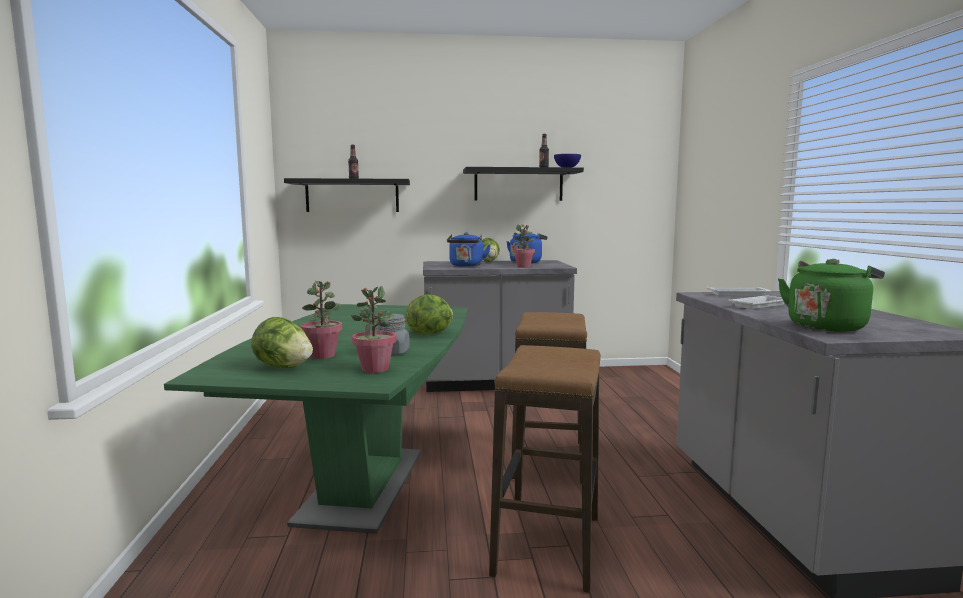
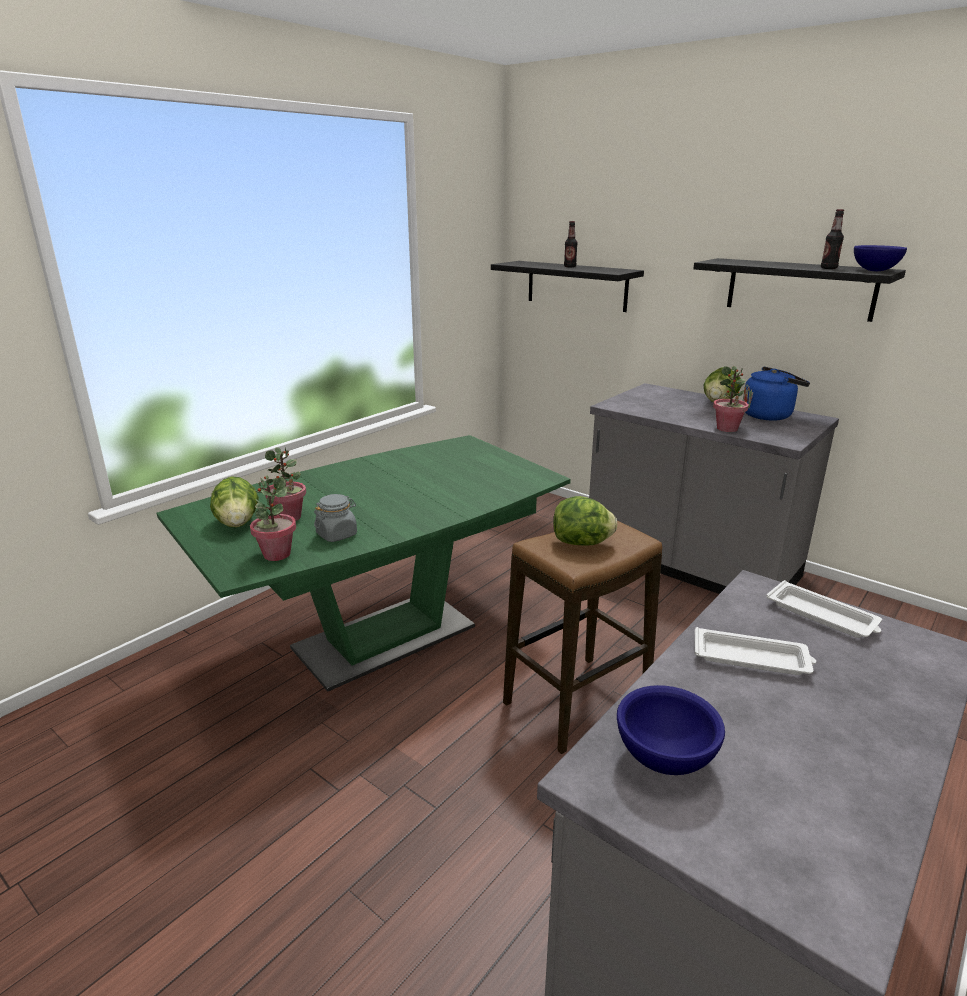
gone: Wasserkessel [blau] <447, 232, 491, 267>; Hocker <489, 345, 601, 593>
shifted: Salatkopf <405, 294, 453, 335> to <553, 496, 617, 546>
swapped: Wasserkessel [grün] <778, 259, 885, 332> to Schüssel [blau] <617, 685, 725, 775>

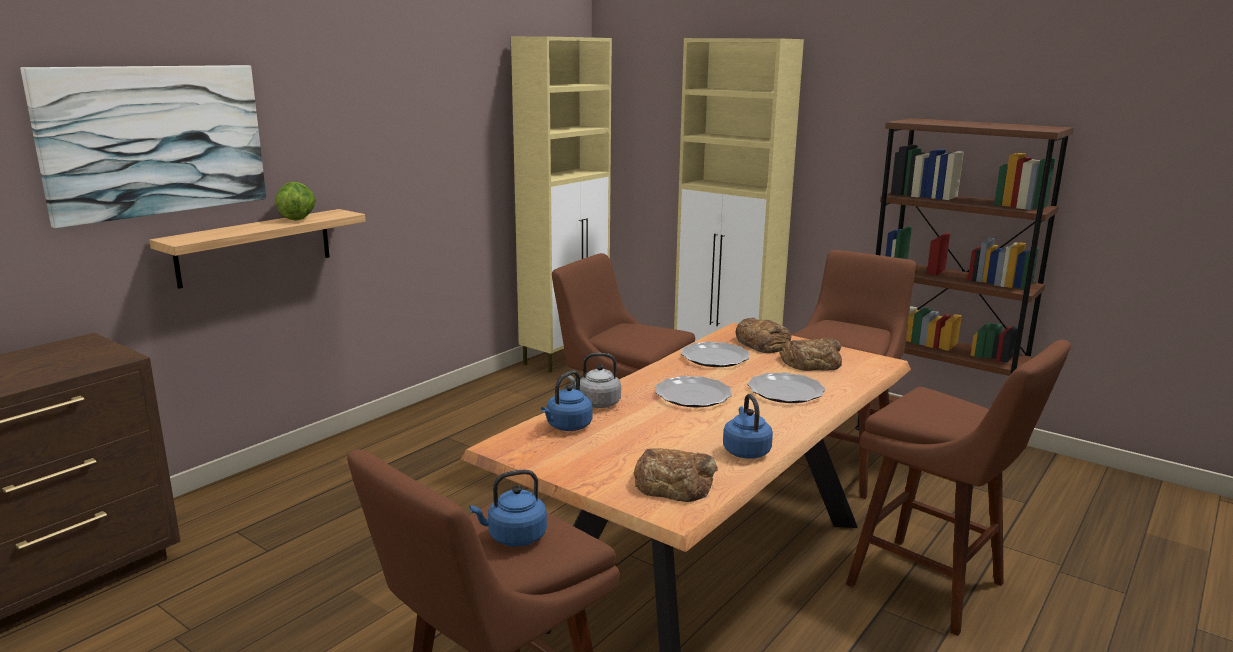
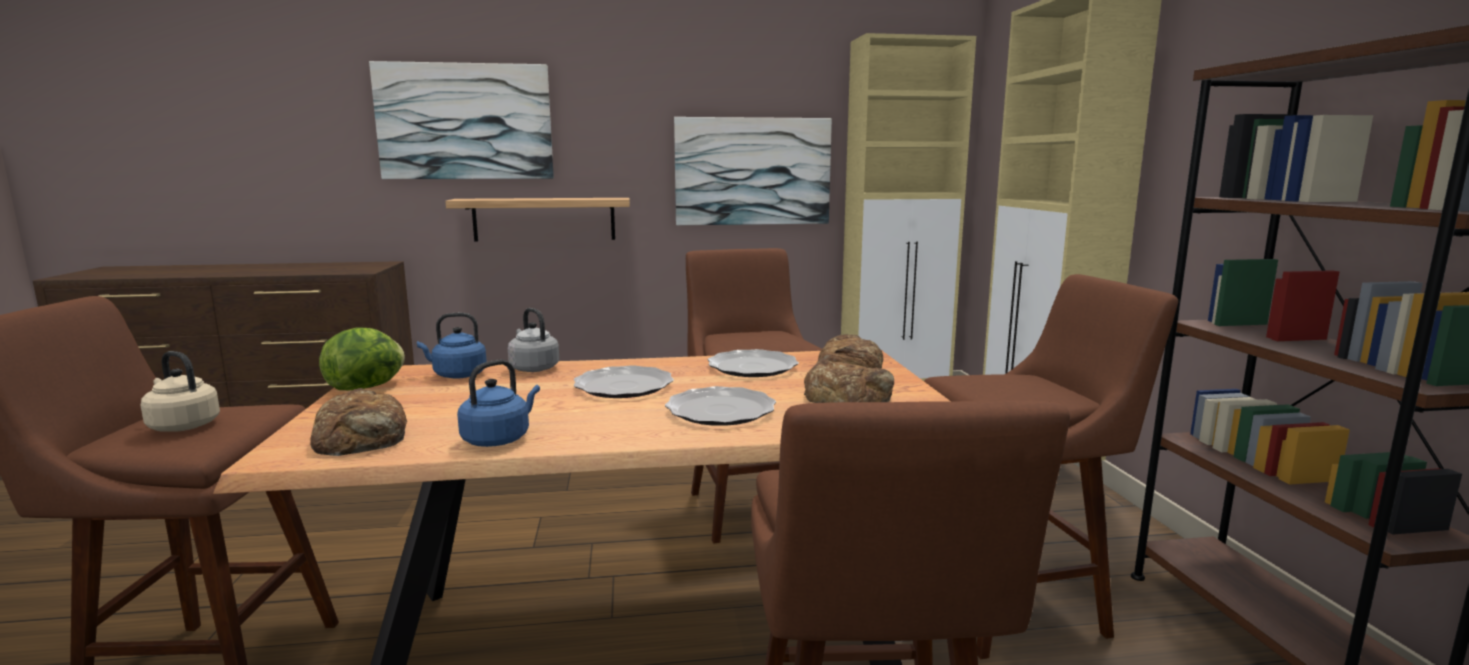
new: Bild <674, 117, 832, 225>
shifted: Salatkopf <275, 182, 316, 221> to <319, 328, 405, 390>
repainted: Wasserkessel [blau] <470, 470, 547, 547> to Wasserkessel [beige] <140, 351, 220, 432>

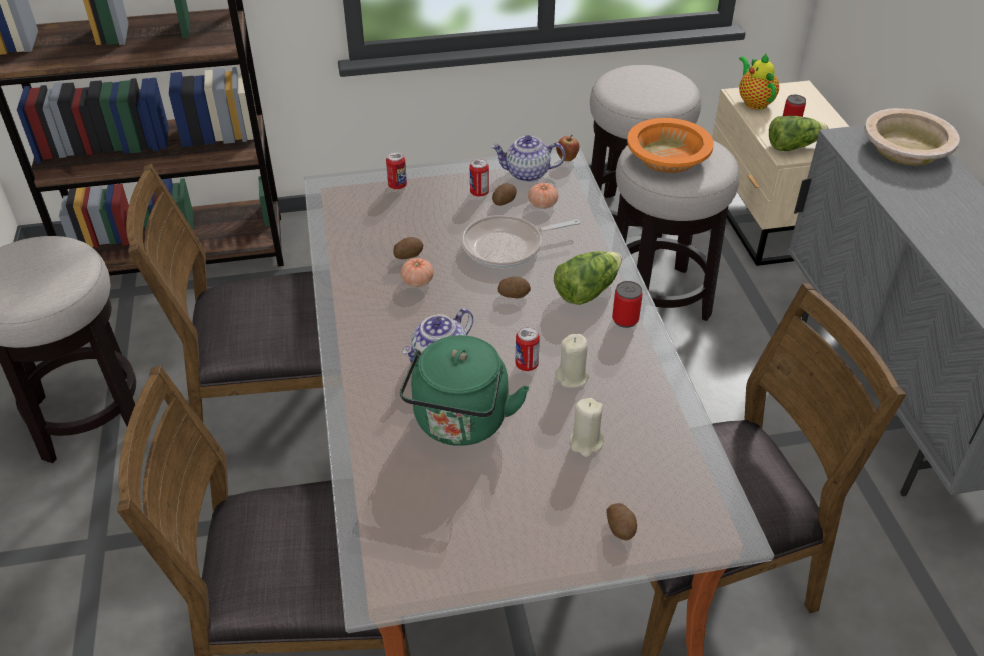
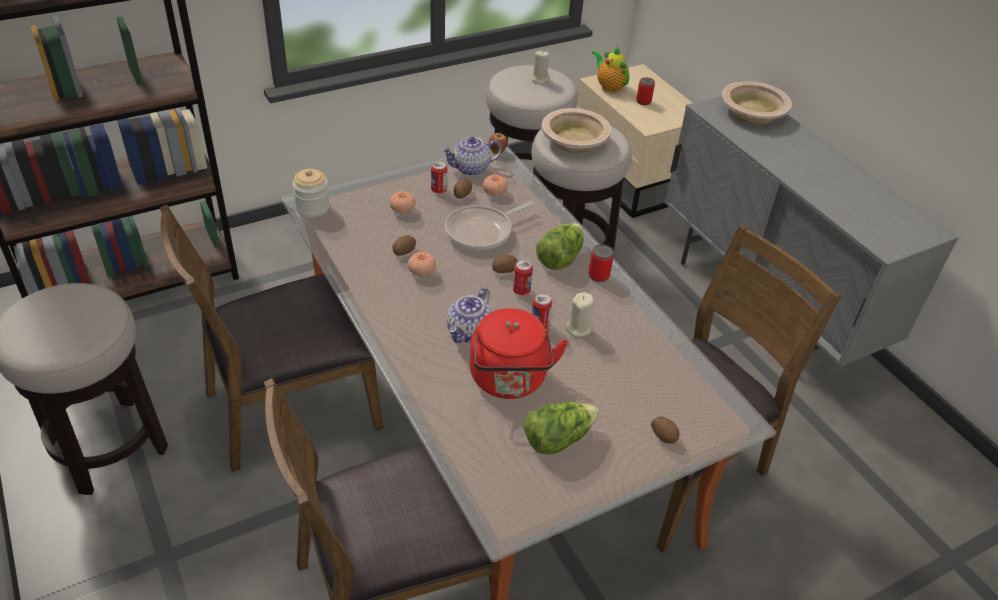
new: Vorratsglas <292, 169, 330, 218>; Tomate <390, 191, 416, 214>
shifted: Dose <386, 152, 407, 190> to <513, 260, 533, 295>; Kerze [beige] <570, 398, 604, 457> to <531, 50, 549, 84>; Salatkopf <769, 116, 829, 151> to <524, 402, 599, 455>
repainted: Wasserkessel [grün] <400, 335, 529, 446> to Wasserkessel [rot] <470, 308, 568, 399>; Schüssel [orange] <627, 118, 714, 173> to Schüssel [beige] <541, 108, 611, 153>

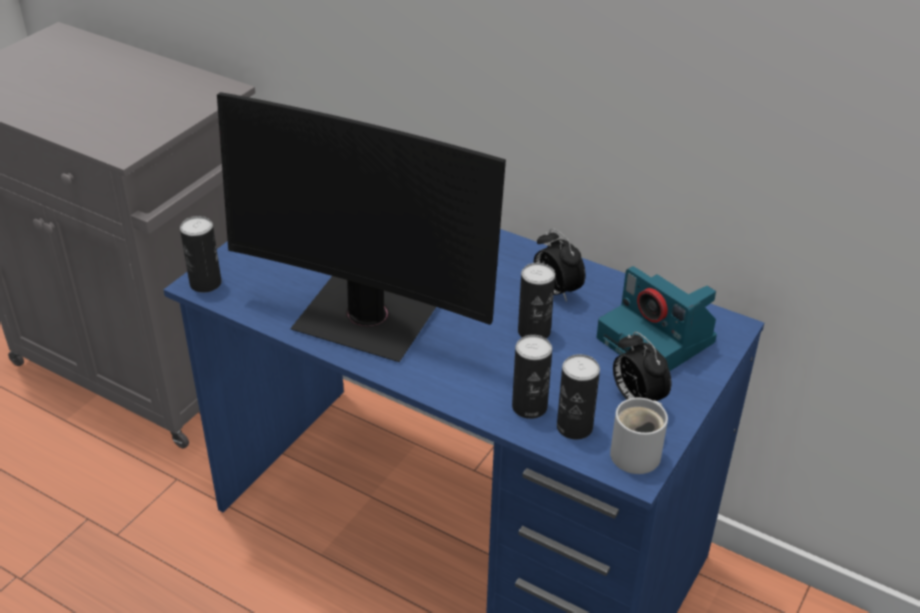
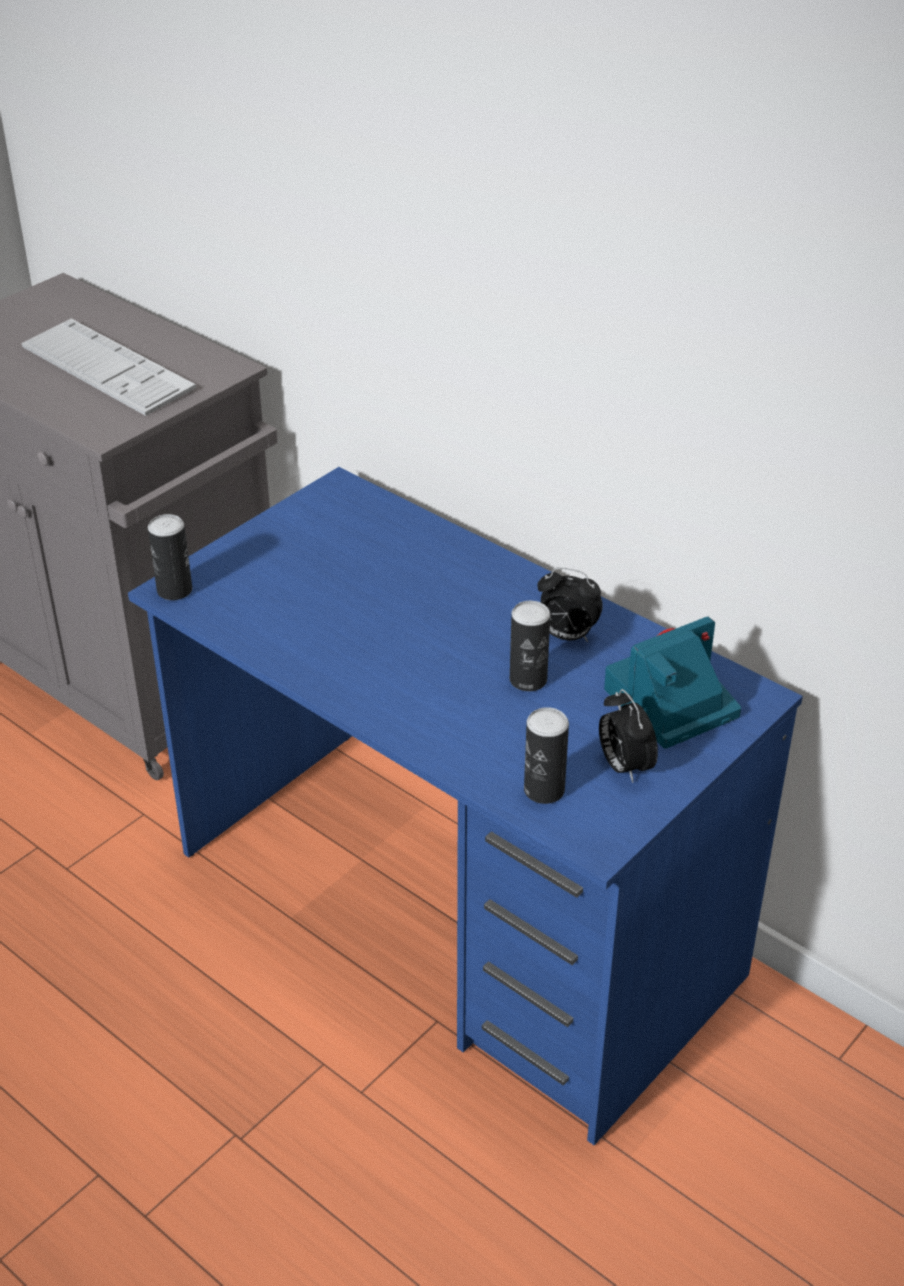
gone: Monitor <217, 92, 506, 362>; Dose <512, 335, 552, 419>; Henkelbecher [weiß] <610, 398, 668, 474>
new: Tastatur <21, 319, 196, 416>
rotated: Wecker <533, 228, 585, 302> = <537, 567, 603, 642> 45 degrees counterclockwise; Kamera <597, 266, 717, 371> = <604, 617, 741, 749> 90 degrees clockwise

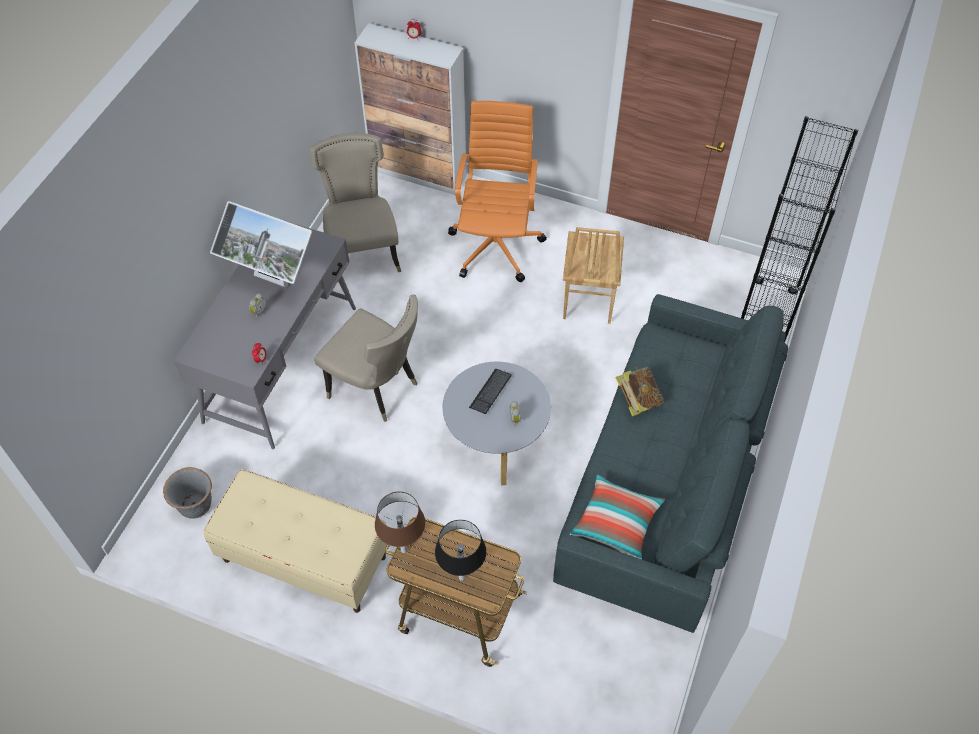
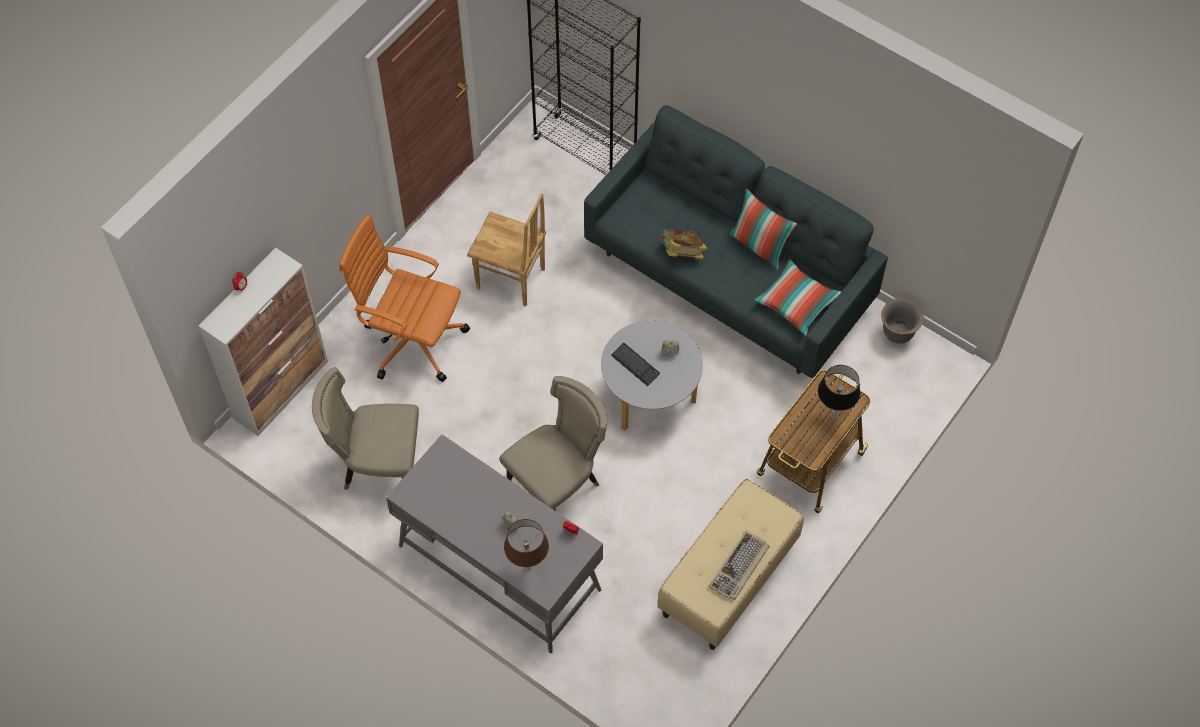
gone: Monitor <210, 201, 312, 287>
new: Tastatur <709, 530, 769, 600>; Kissen <729, 188, 797, 270>
shifted: Pflanzkübel [grau] <163, 467, 212, 519> to <881, 298, 924, 344>; Tischlampe [braun] <375, 492, 425, 553> to <504, 519, 549, 571>

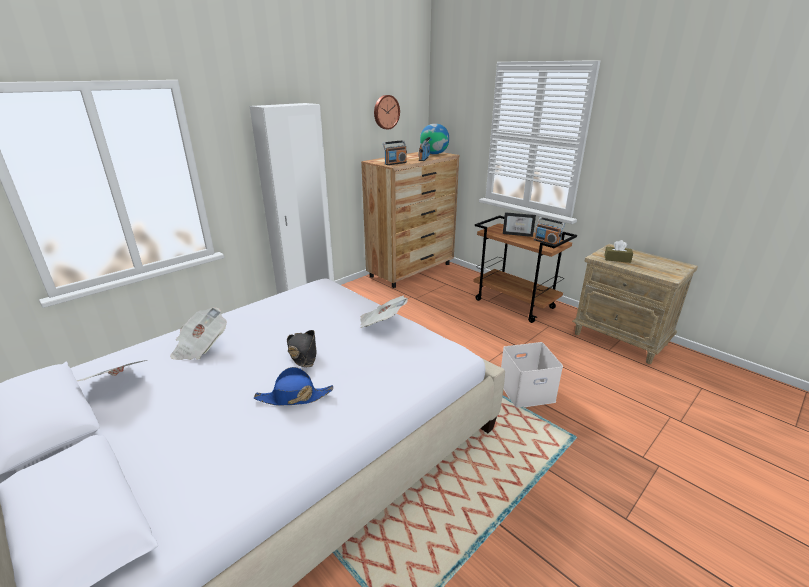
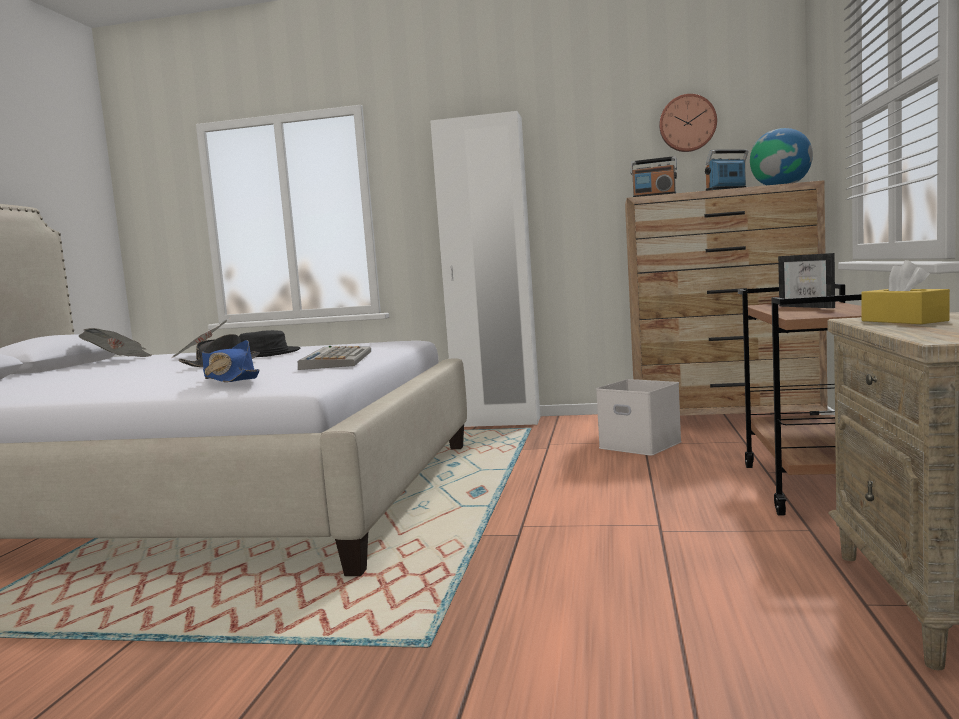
gone: Radio <534, 217, 565, 245>
new: Hut [schwarz] <239, 330, 300, 357>
shifted: Hut [blau] <254, 367, 333, 405> to <202, 340, 259, 382>; Aufbewahrungsbox [weiß] <501, 342, 563, 407> to <596, 379, 682, 456>
swapped: Zeitung <360, 296, 408, 328> to Tastatur <298, 346, 371, 370>
repainted: Taschentuchbox [braun] <604, 240, 633, 263> to Taschentuchbox [gelb] <861, 260, 950, 324>

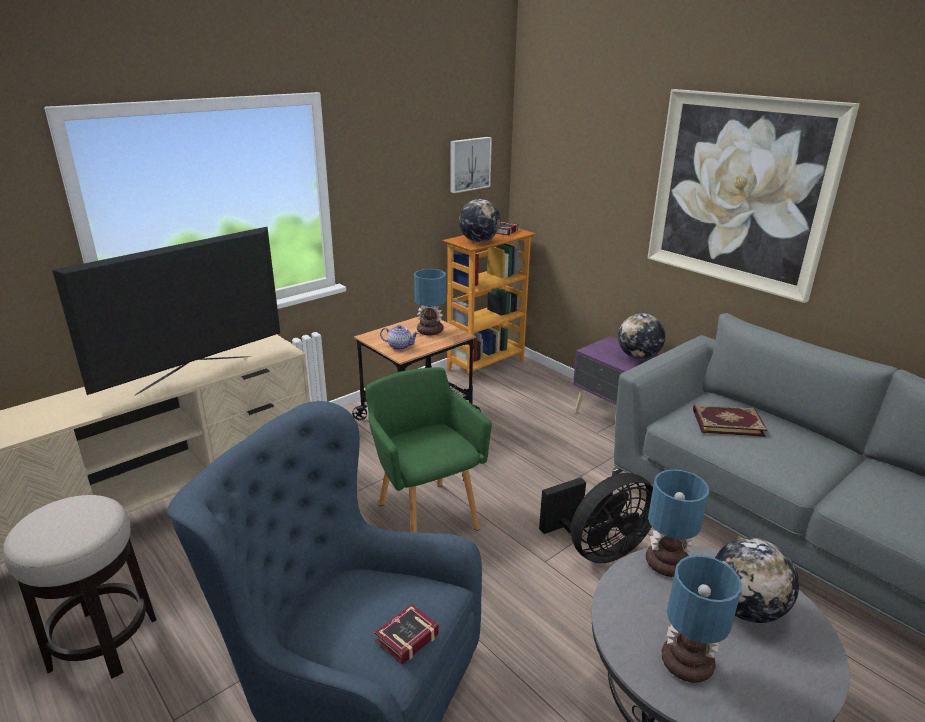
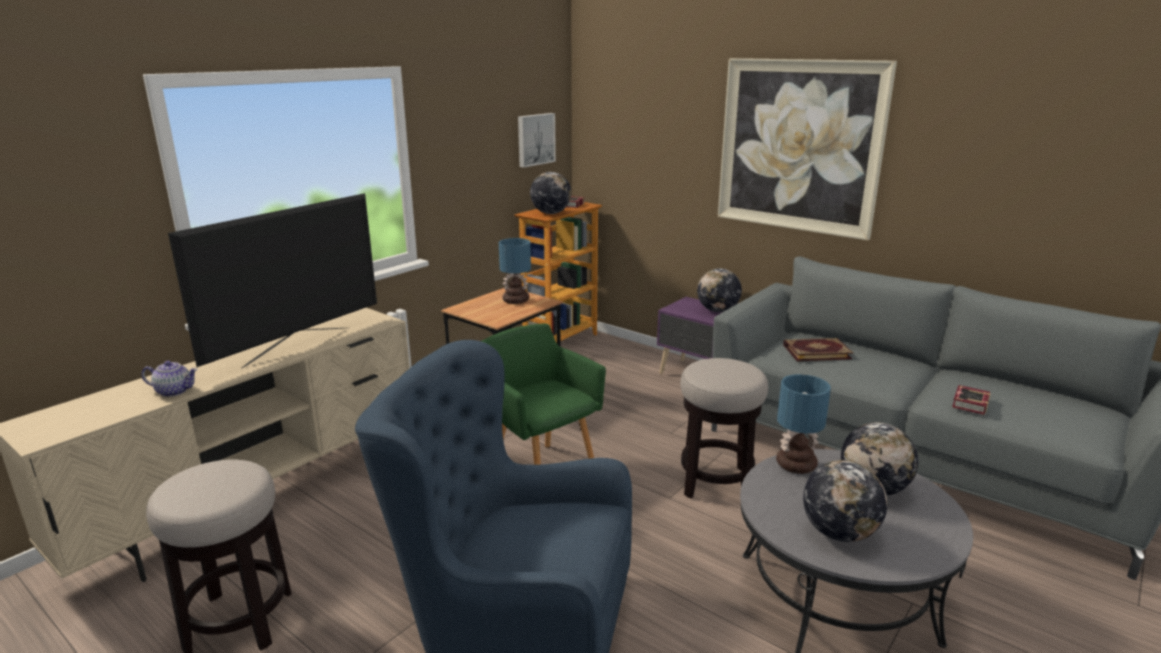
shifted: Buch <375, 604, 439, 664> to <952, 385, 991, 415>; Teekanne <380, 325, 419, 350> to <142, 361, 198, 397>
swapped: Ventilator [schwarz] <539, 473, 653, 564> to Hocker <680, 358, 768, 499>; Tischlampe <662, 555, 742, 683> to Globus <803, 460, 887, 542>

